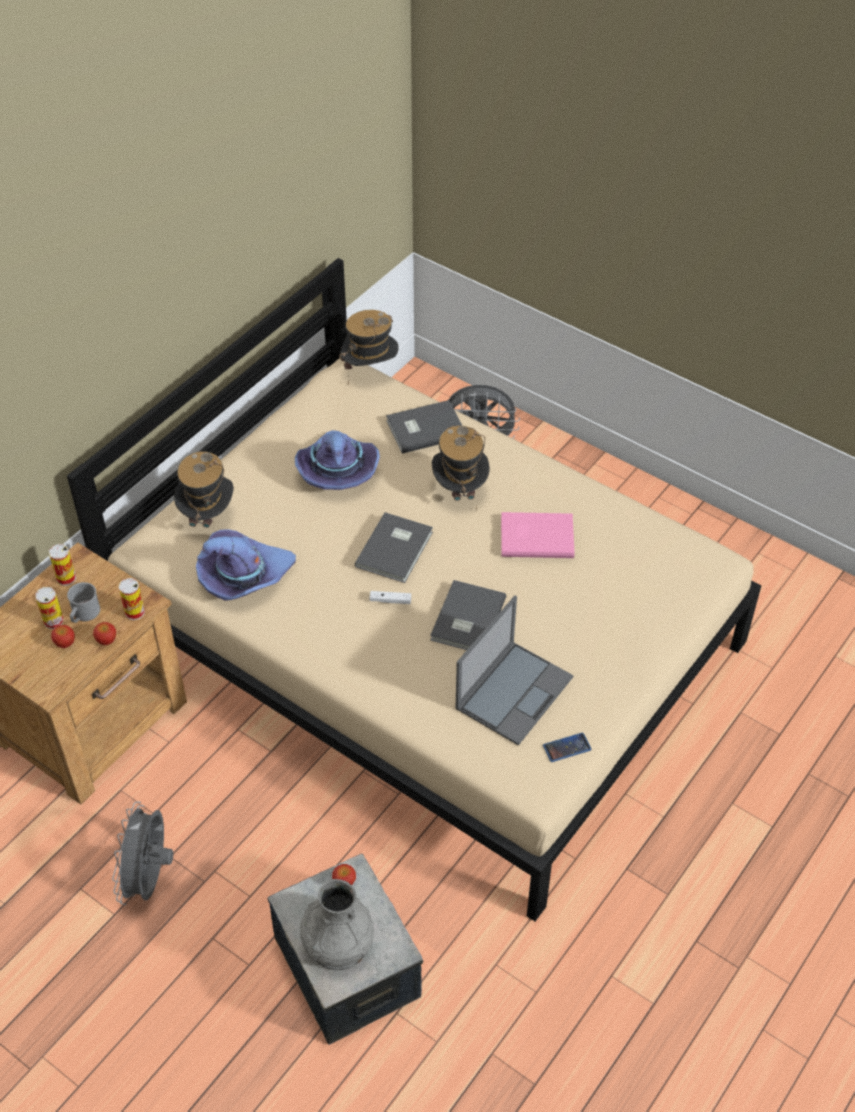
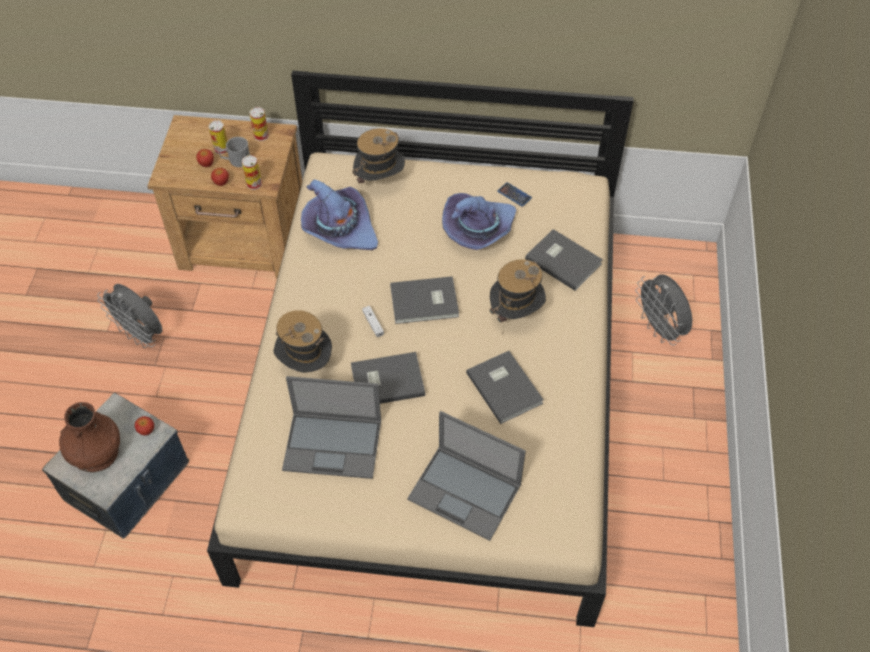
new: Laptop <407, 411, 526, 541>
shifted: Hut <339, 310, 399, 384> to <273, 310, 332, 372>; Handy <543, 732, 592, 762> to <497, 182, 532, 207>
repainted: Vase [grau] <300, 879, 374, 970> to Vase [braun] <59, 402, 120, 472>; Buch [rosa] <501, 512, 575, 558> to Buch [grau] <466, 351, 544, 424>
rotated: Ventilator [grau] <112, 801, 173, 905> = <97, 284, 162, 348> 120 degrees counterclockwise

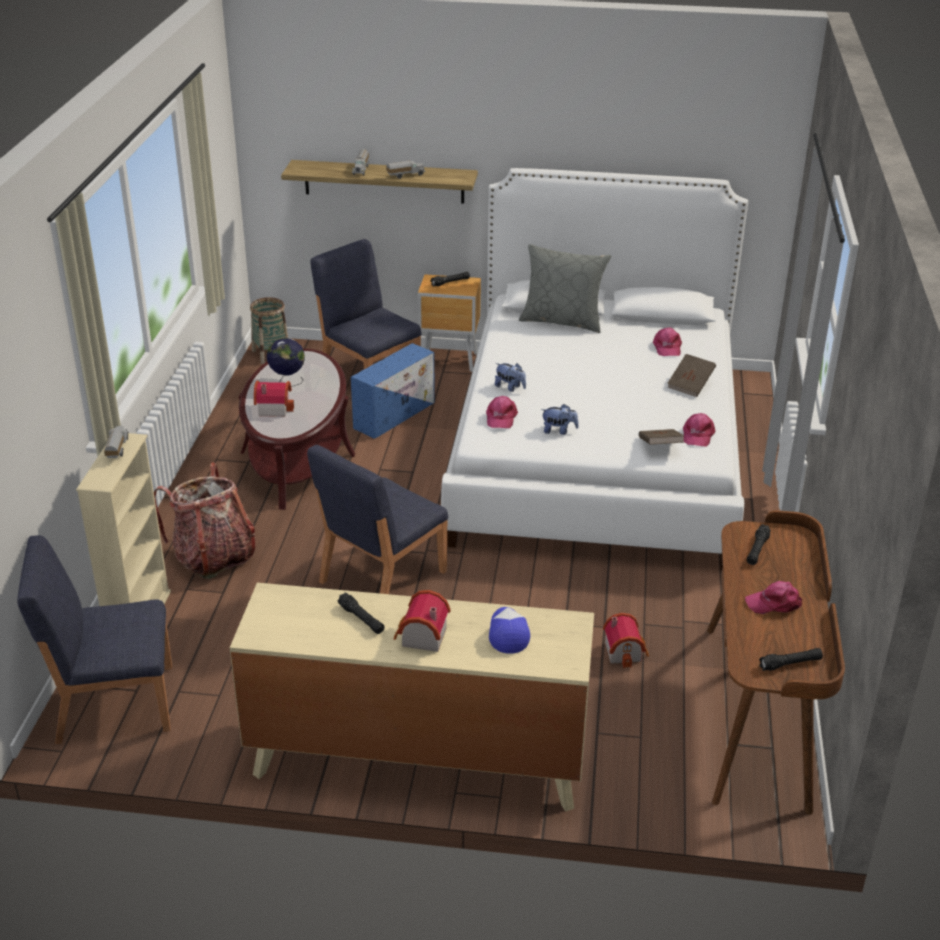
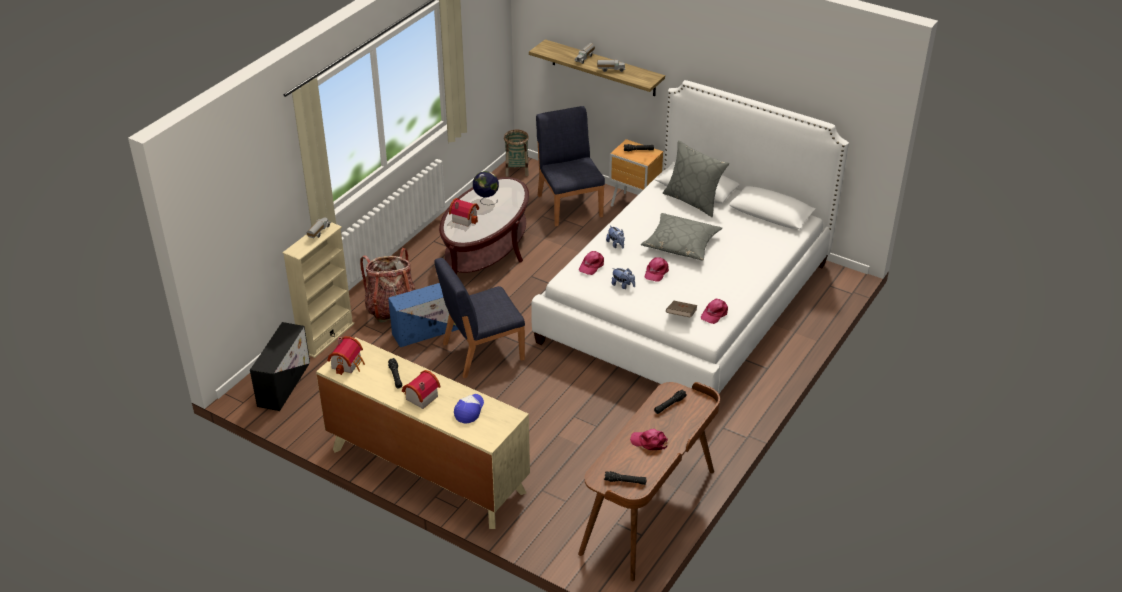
gone: Buch [braun] <667, 354, 716, 397>
new: Kissen [grau] <641, 213, 722, 261>
shifted: Aufbewahrungsbox [blau] <351, 343, 435, 439> to <388, 283, 459, 347>; Spielzeughaus <603, 613, 649, 668> to <327, 336, 365, 375>; Kappe [rosa] <653, 327, 682, 356> to <645, 257, 669, 282>
swapped: Stuhl [blau] <17, 535, 172, 744> to Aufbewahrungsbox [schwarz] <250, 322, 310, 411>

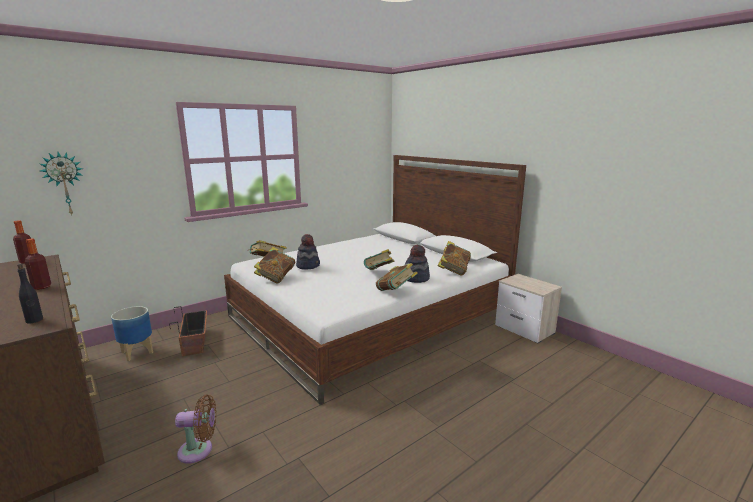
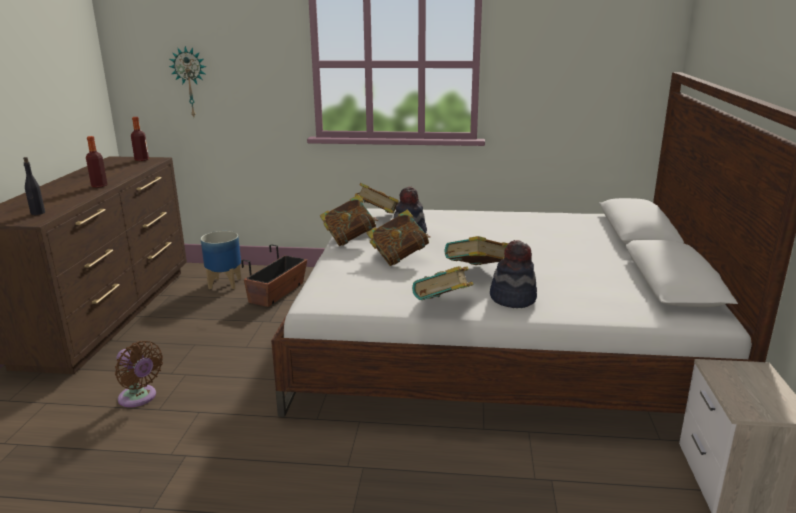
shifted: Buch <438, 241, 471, 275> to <367, 210, 431, 266>

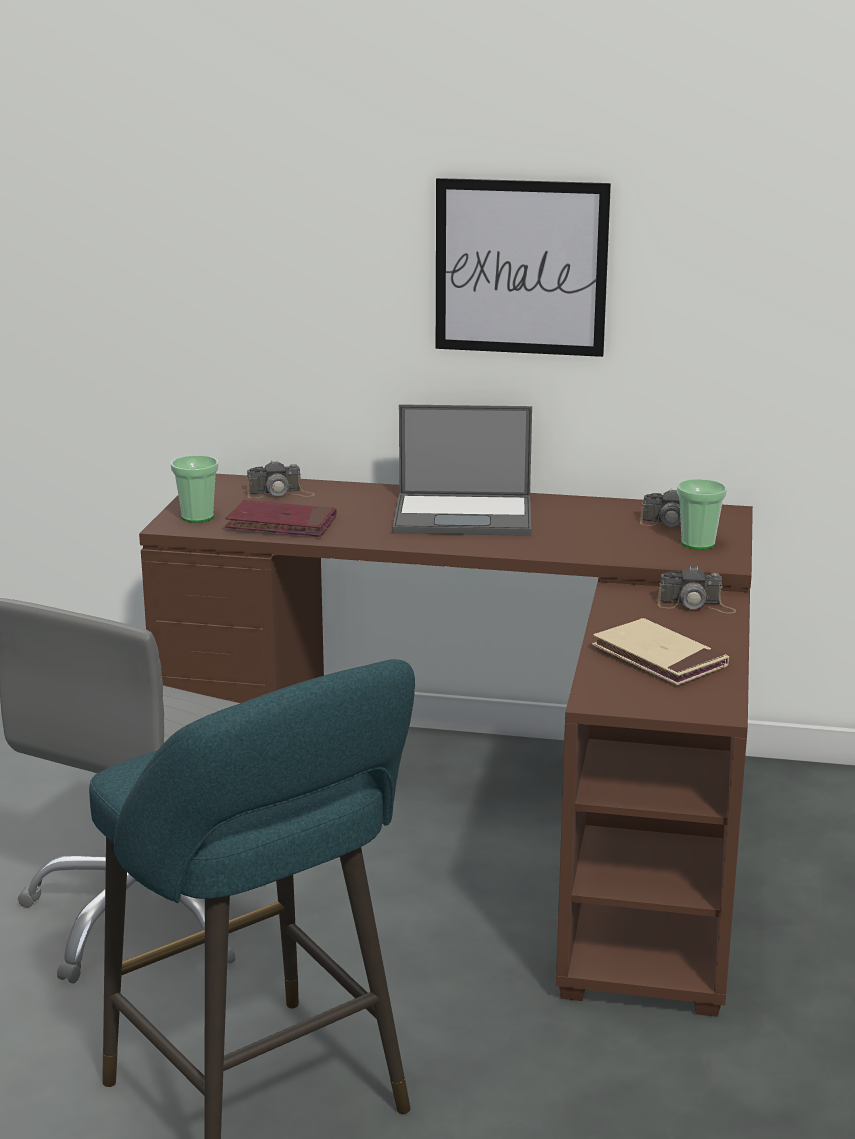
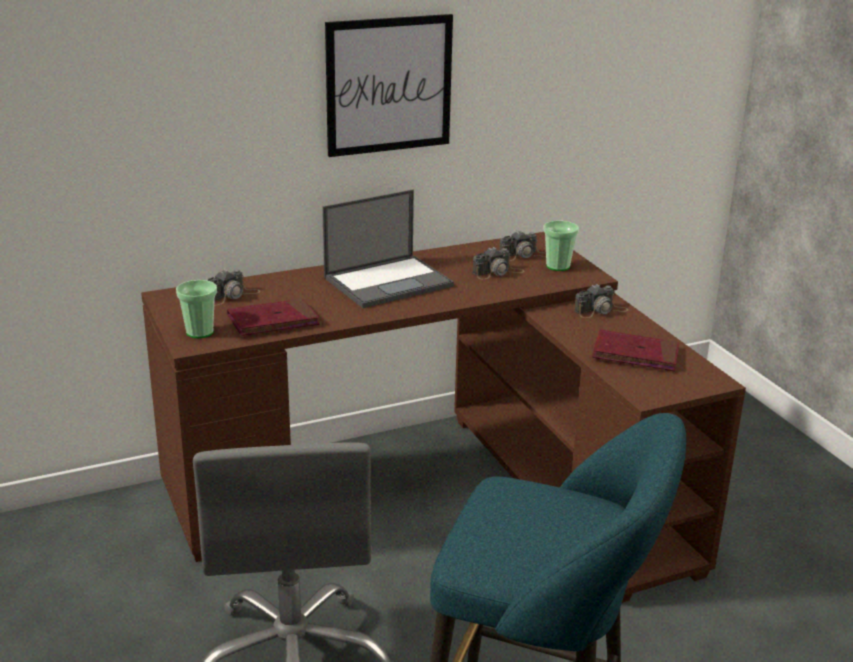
new: Kamera <472, 247, 524, 279>
repainted: Buch [beige] <592, 618, 729, 685> to Buch [rot] <592, 329, 679, 371>

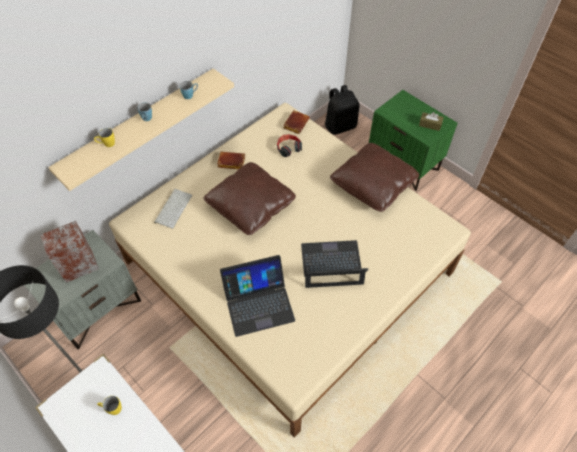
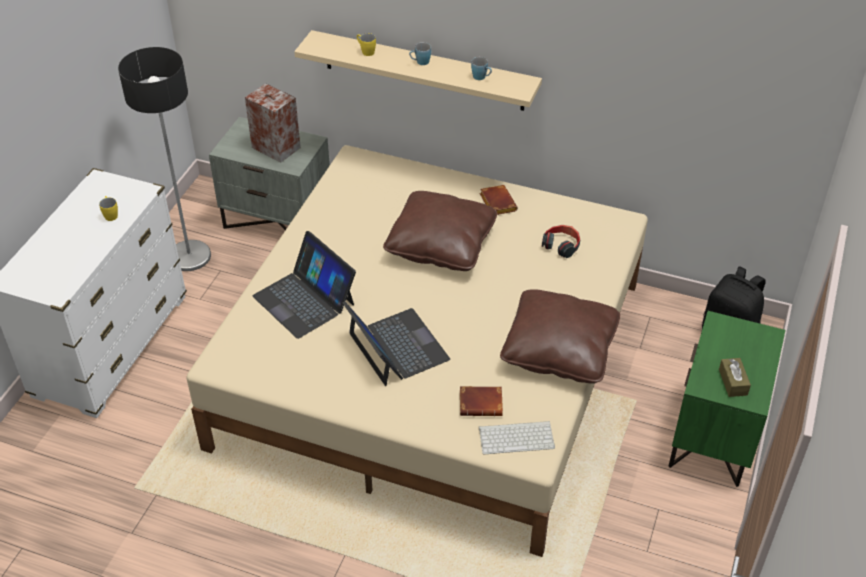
shifted: Tastatur <154, 189, 192, 229> to <479, 421, 555, 454>; Buch [braun] <283, 110, 310, 134> to <460, 386, 503, 416>

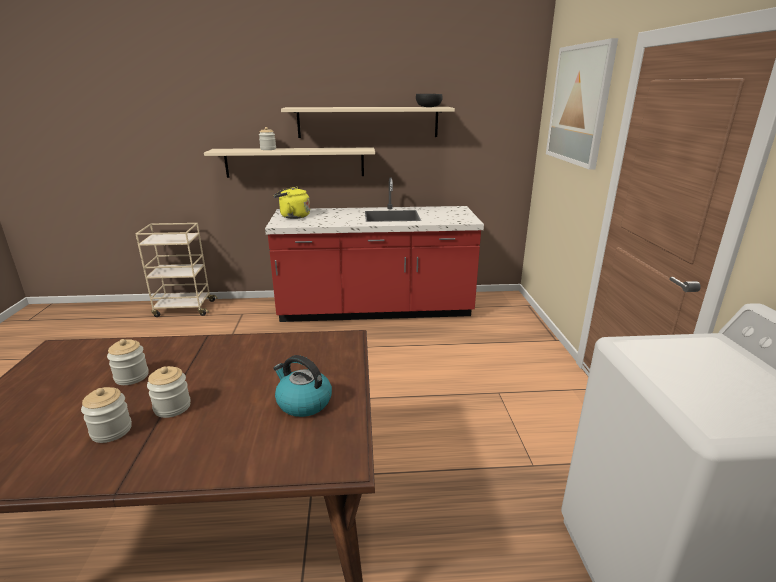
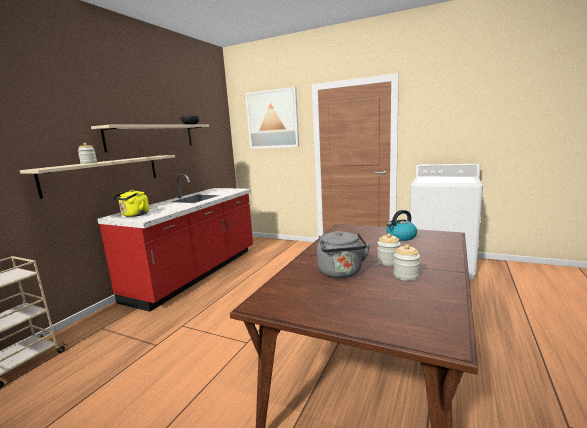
swapped: Vorratsglas <107, 339, 149, 385> to Wasserkessel [grau] <317, 231, 371, 278>

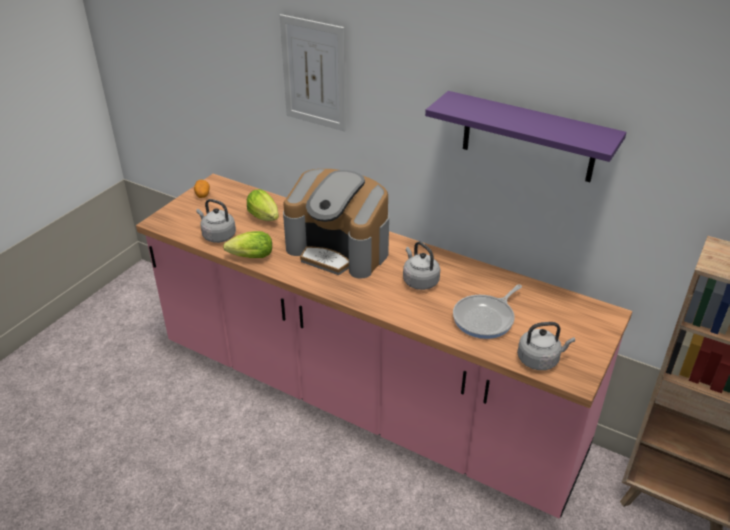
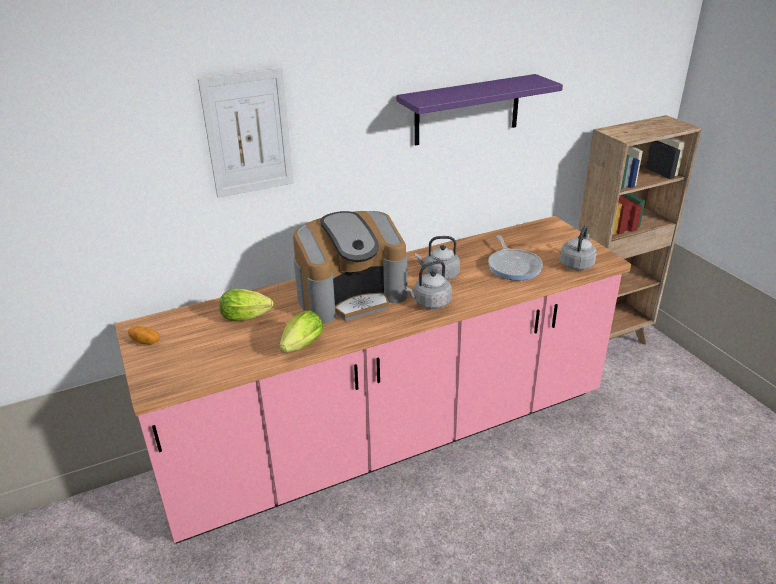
shifted: Wasserkessel [grau] <196, 199, 236, 243> to <405, 260, 452, 309>

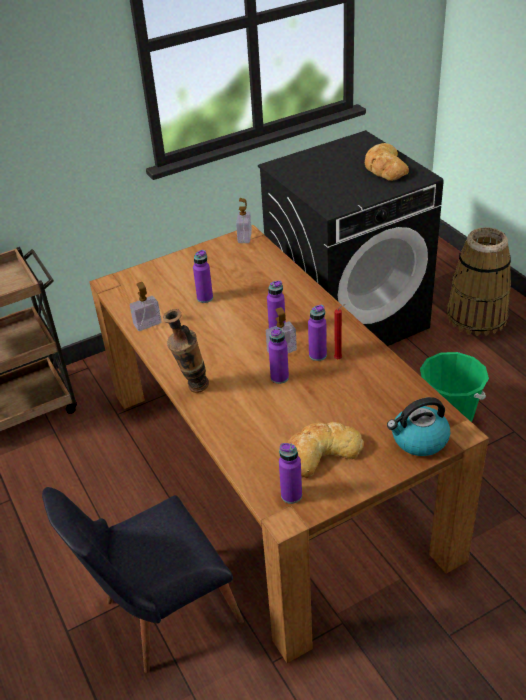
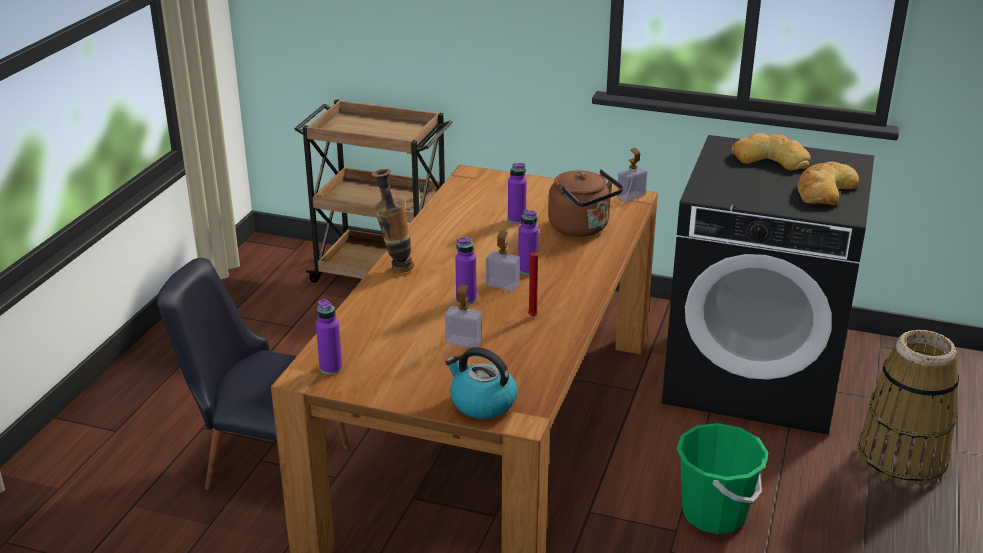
gone: Flasche [lila] <308, 305, 327, 361>
new: Wasserkessel [braun] <548, 169, 623, 237>
shifted: Seifenspender <130, 282, 161, 331> to <445, 284, 482, 348>; Brot <287, 422, 364, 478> to <731, 133, 811, 171>

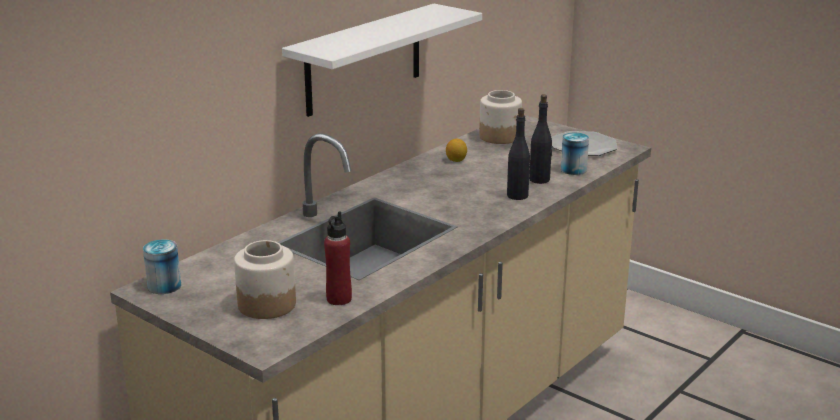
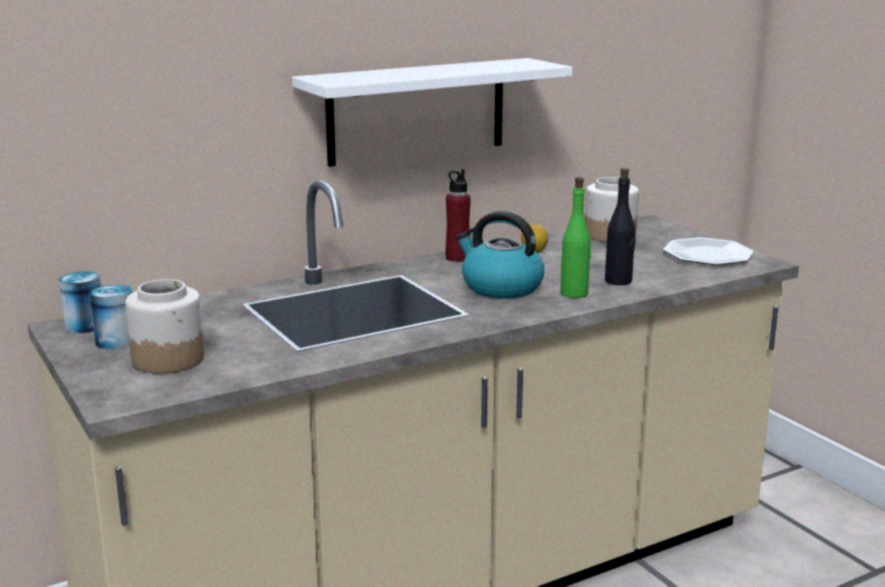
new: Wasserkessel <455, 211, 545, 299>
shifted: Flasche [rot] <324, 211, 352, 305> to <446, 169, 471, 262>; Dose <561, 133, 589, 175> to <90, 285, 132, 350>
repainted: Flasche [schwarz] <507, 108, 530, 200> to Flasche [grün] <560, 177, 591, 298>

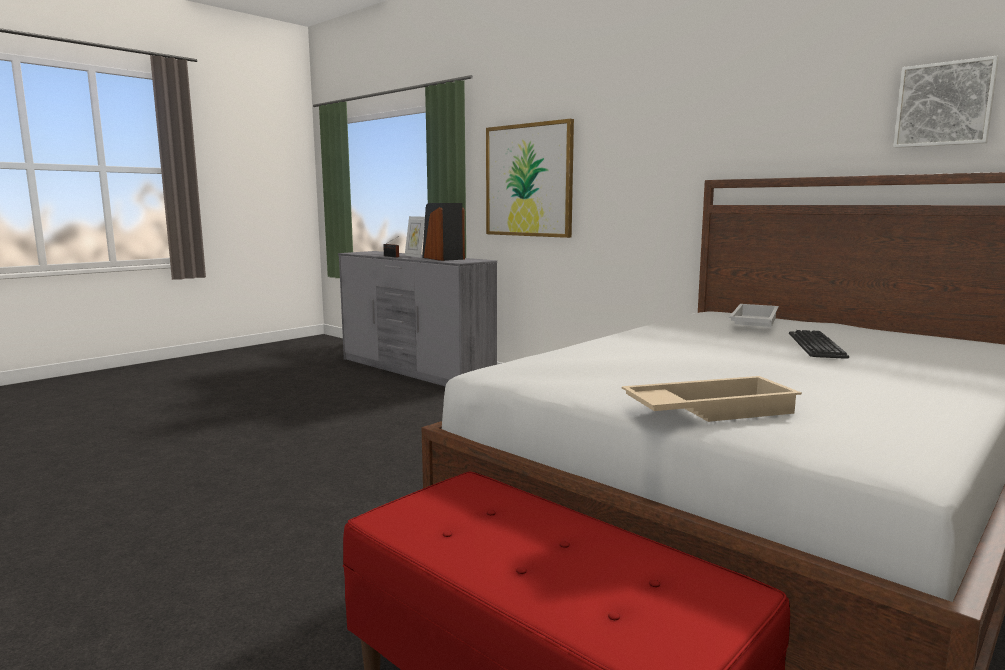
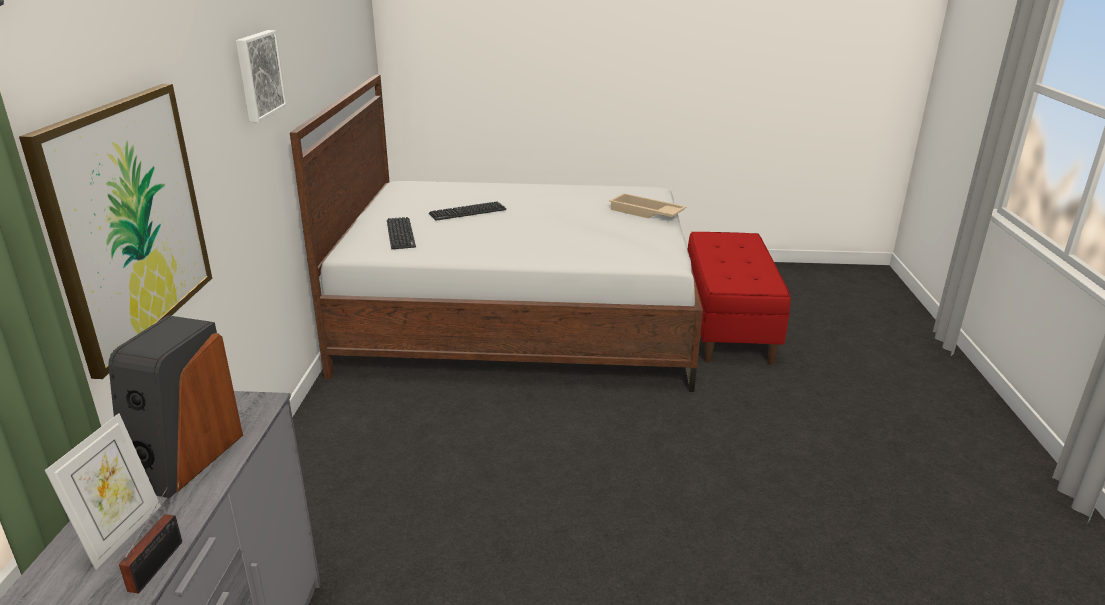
shifted: Bild <893, 56, 999, 148> to <236, 30, 287, 122>
swapped: Tablett [weiß] <729, 304, 779, 327> to Tastatur <387, 217, 416, 249>

